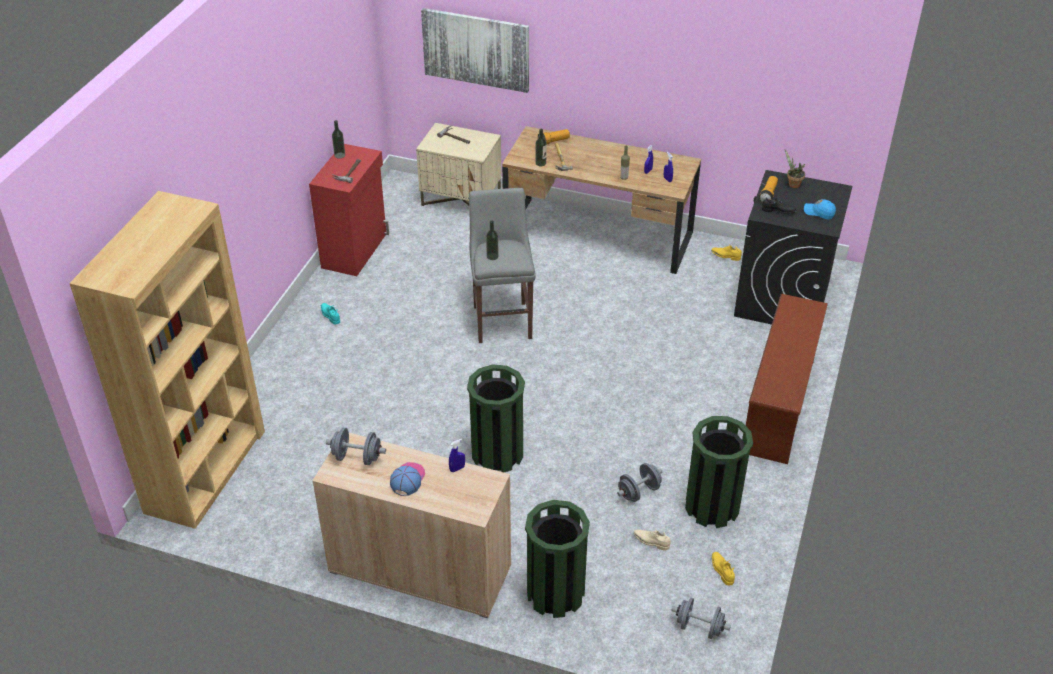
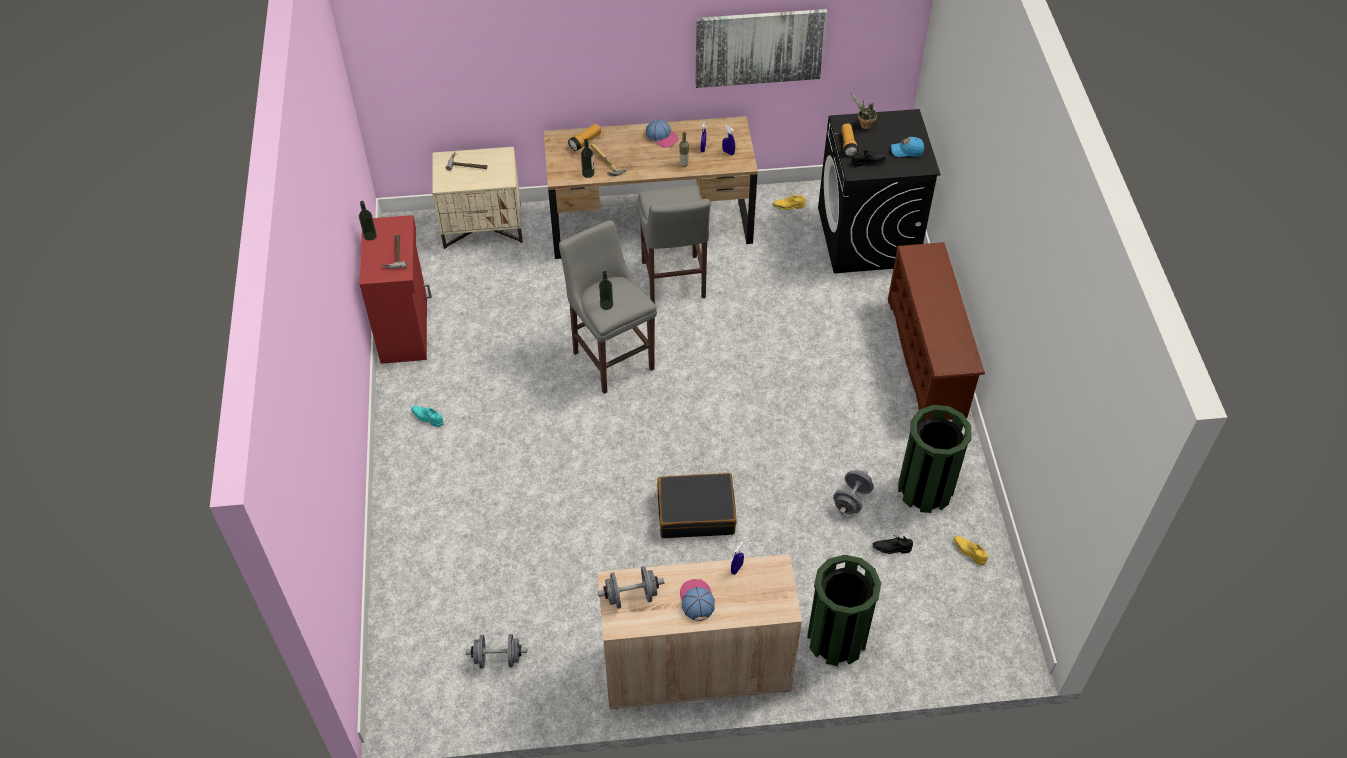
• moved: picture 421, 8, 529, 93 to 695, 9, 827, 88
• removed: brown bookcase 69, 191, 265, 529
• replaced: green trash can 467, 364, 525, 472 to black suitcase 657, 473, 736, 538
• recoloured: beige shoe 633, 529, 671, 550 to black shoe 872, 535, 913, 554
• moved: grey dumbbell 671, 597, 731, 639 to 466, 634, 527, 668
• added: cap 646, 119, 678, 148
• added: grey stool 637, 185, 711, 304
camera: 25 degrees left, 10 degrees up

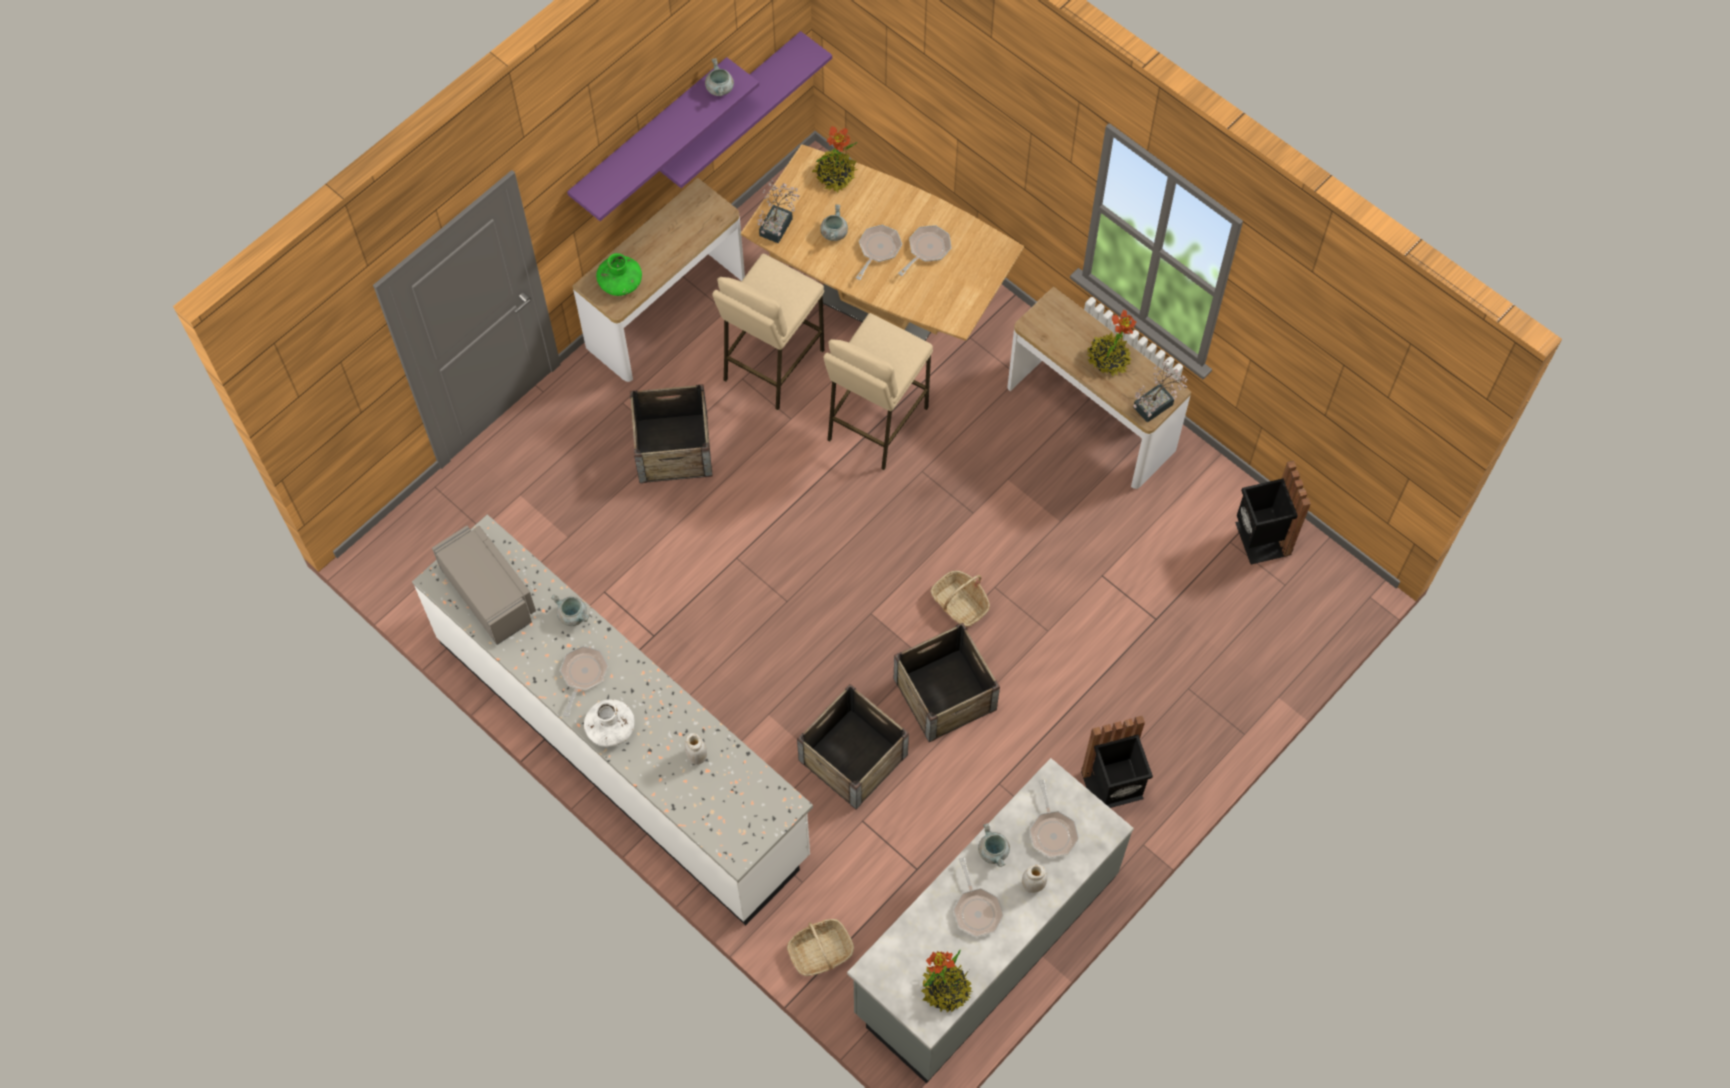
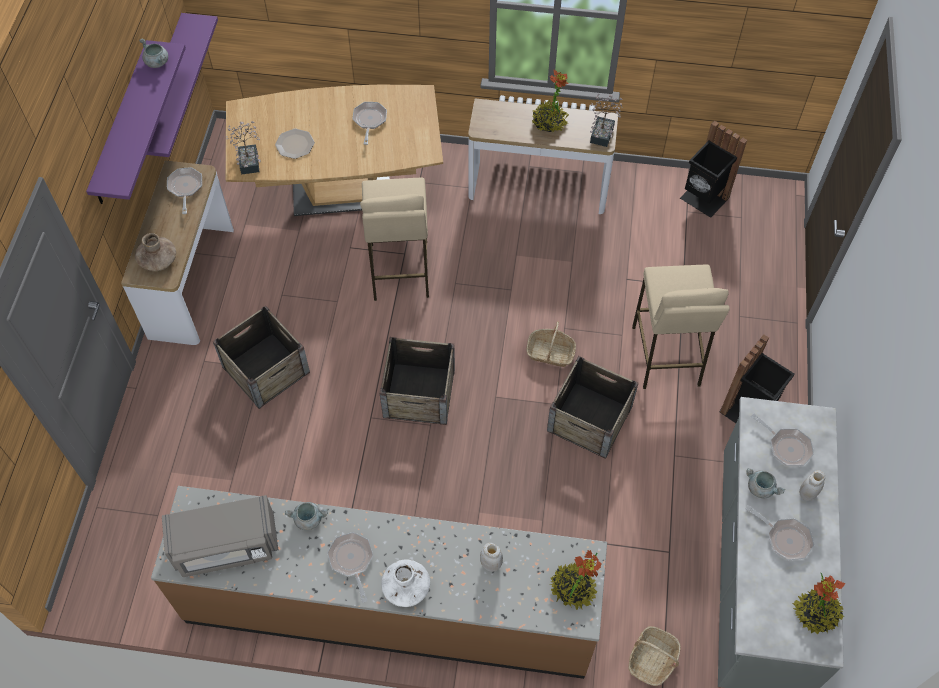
• moved: potted plant 812, 126, 858, 192 to 550, 550, 602, 610
• replaced: grey cooking pot 820, 204, 848, 241 to plate 275, 129, 315, 159
• moved: frying pan 856, 225, 902, 280 to 167, 167, 202, 214
• recoloured: green vase 596, 253, 642, 296 to brown vase 135, 233, 176, 271
• moved: beige stool 712, 254, 824, 410 to 632, 265, 730, 389
• recoloured: white counter 412, 514, 813, 925 to brown counter 151, 486, 607, 679
• turned: grey microwave 432, 526, 536, 645 = 162, 495, 278, 577 150 degrees clockwise
• moved: crate 797, 684, 909, 810 to 380, 337, 455, 425
camera: 35 degrees left, 5 degrees down

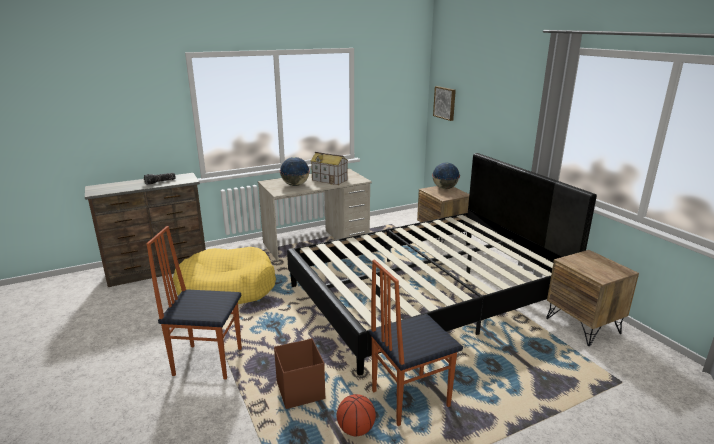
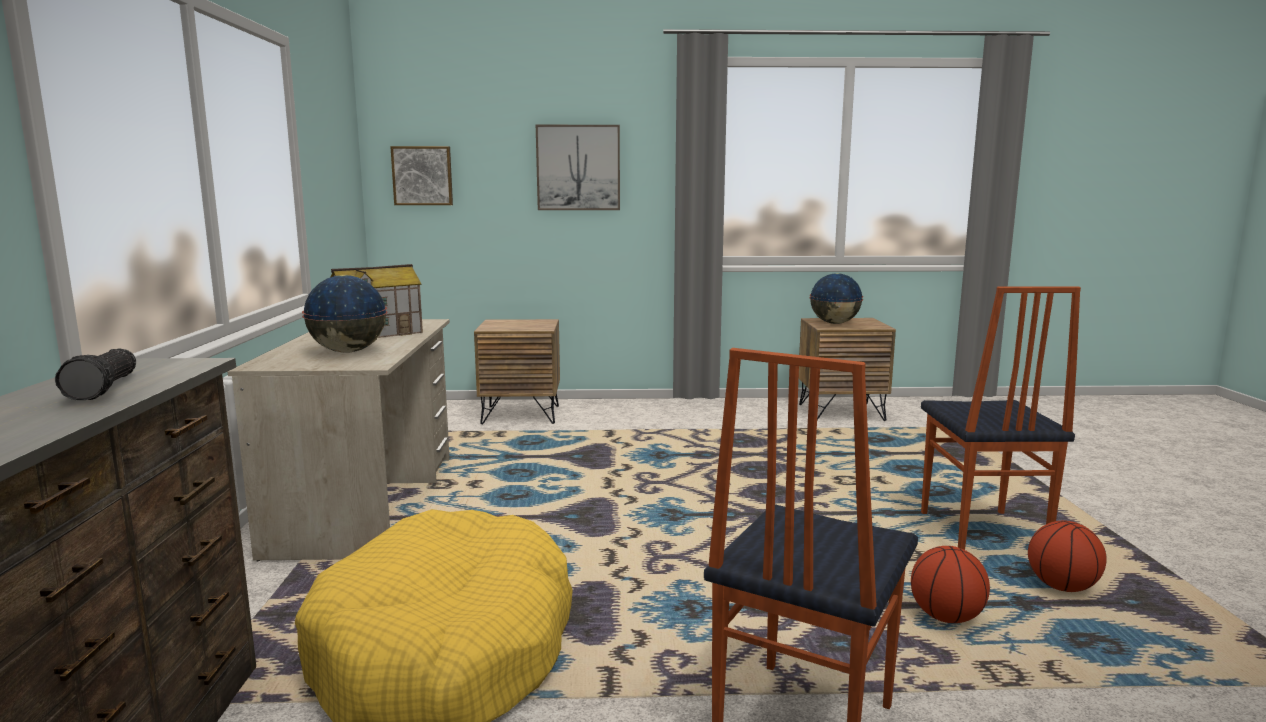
• removed: black bed 287, 153, 597, 375
• moved: globe 432, 163, 460, 189 to 810, 273, 863, 324
• replaced: brown storage box 274, 338, 325, 409 to basketball 911, 546, 990, 623
• added: picture 536, 125, 620, 210
camera: 65 degrees left, 10 degrees down

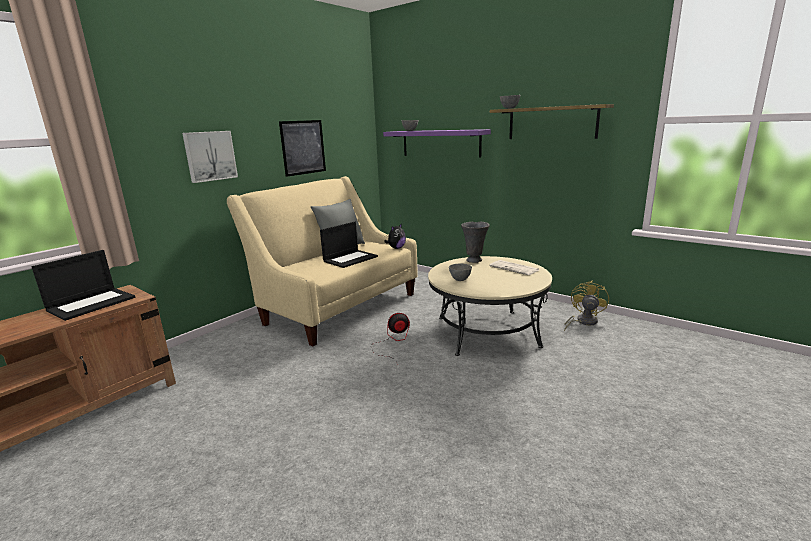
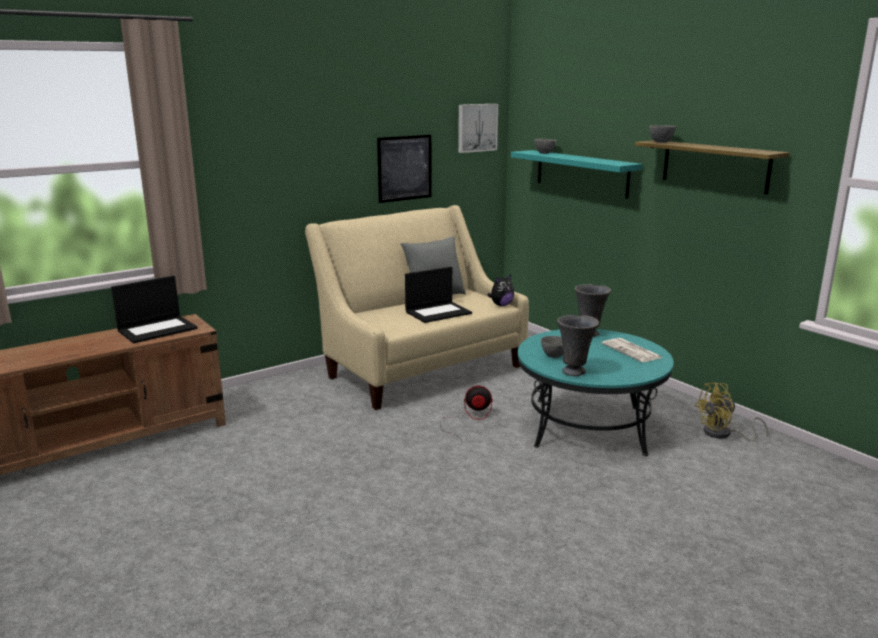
• recoloured: purple shelf 383, 129, 491, 158 to turquoise shelf 511, 150, 642, 199
• moved: picture 182, 131, 238, 183 to 458, 104, 498, 153
• recoloured: beige coffee table 428, 256, 552, 356 to turquoise coffee table 518, 329, 674, 456
• turned: yellow fan 564, 280, 609, 331 = 694, 382, 768, 442 150 degrees counterclockwise
• added: grey vase 557, 315, 599, 376
camera: 15 degrees right, 0 degrees up

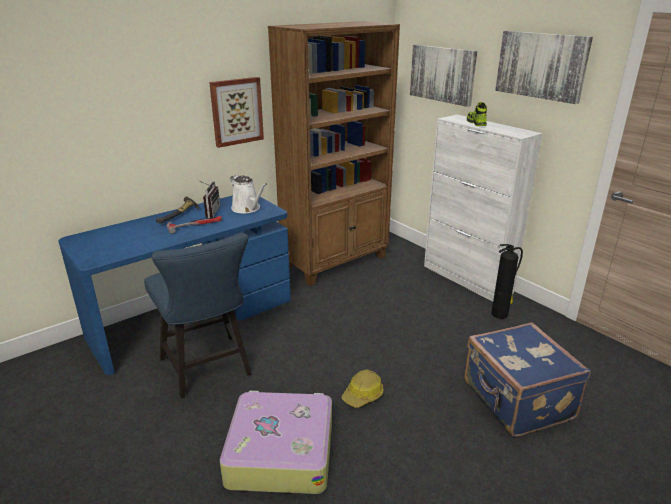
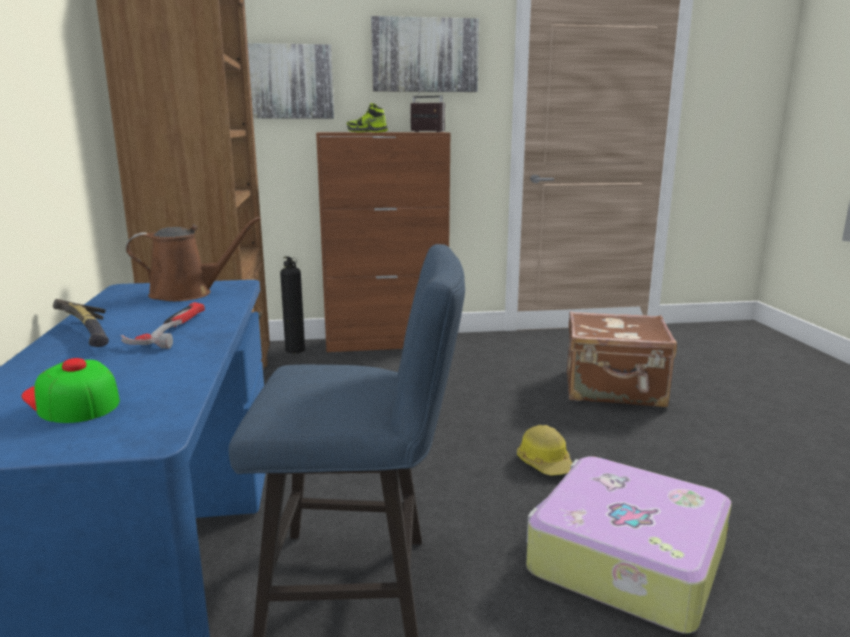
• removed: picture 209, 77, 264, 148
• recoloured: white cabinet 424, 115, 543, 302 to brown cabinet 316, 132, 451, 352
• recoloured: white watering can 230, 175, 267, 213 to brown watering can 126, 217, 261, 301
• moved: radio 197, 180, 220, 218 to 410, 86, 445, 132
• moved: fire extinguisher 491, 244, 523, 319 to 280, 257, 305, 353
• recoloured: blue suitcase 464, 322, 590, 437 to brown suitcase 567, 311, 677, 407
• added: cap 22, 358, 120, 423
camera: 60 degrees left, 10 degrees down

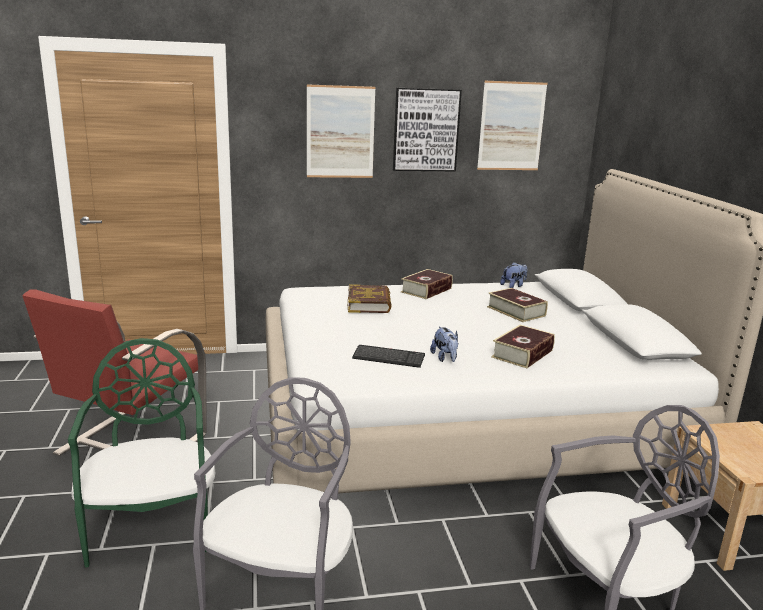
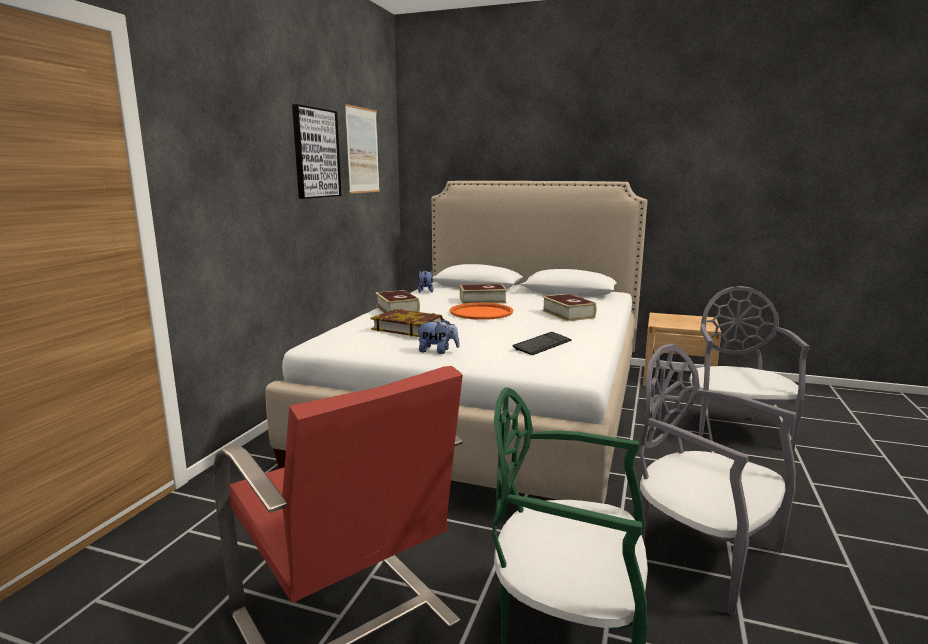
• removed: picture 307, 85, 376, 178
• moved: plush toy 430, 326, 458, 362 to 416, 319, 460, 354
• added: orange tray 450, 303, 513, 320
camera: 60 degrees left, 5 degrees down

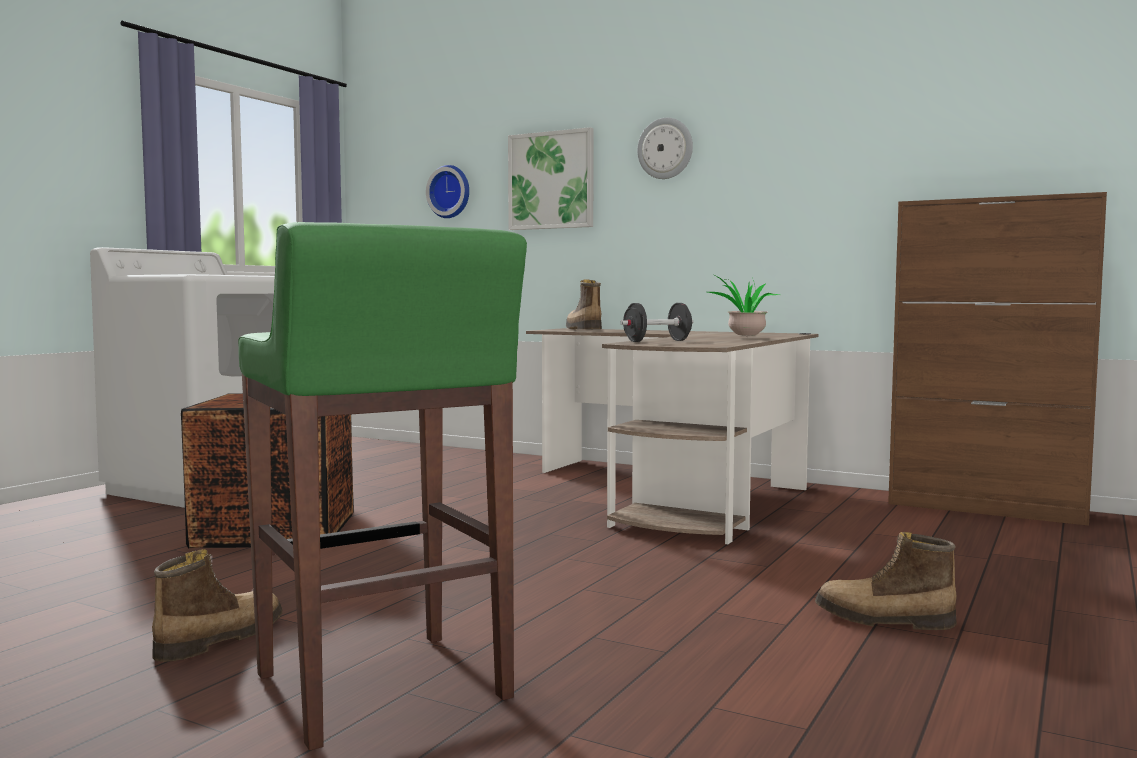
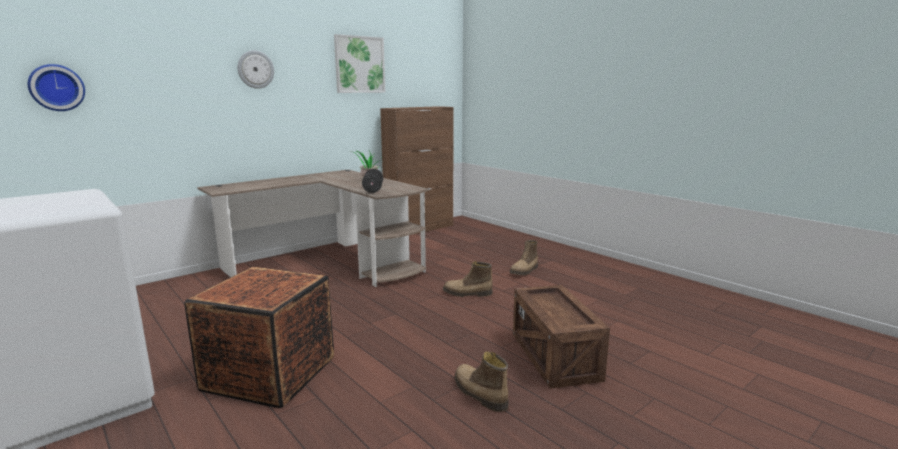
• moved: picture 508, 127, 594, 230 to 334, 34, 385, 93
• replaced: green stool 238, 222, 527, 750 to crate 513, 285, 610, 388
• moved: boot 566, 279, 602, 330 to 443, 261, 493, 297
camera: 70 degrees left, 10 degrees up

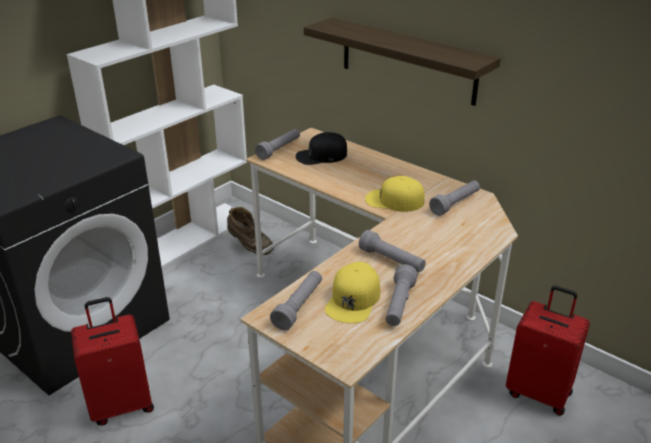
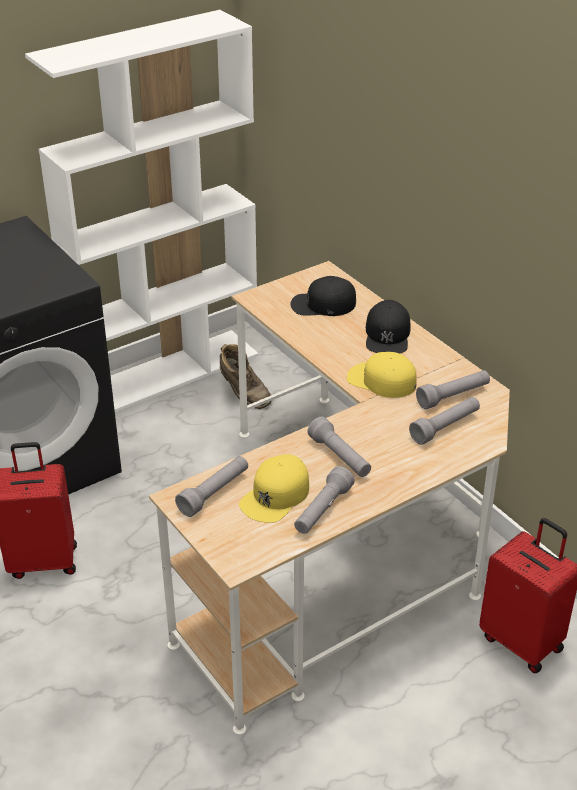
• removed: shelf 304, 18, 501, 106
• moved: grey flashlight 255, 129, 300, 160 to 409, 397, 480, 445
• added: black cap 366, 300, 410, 354
camera: 15 degrees right, 5 degrees up

